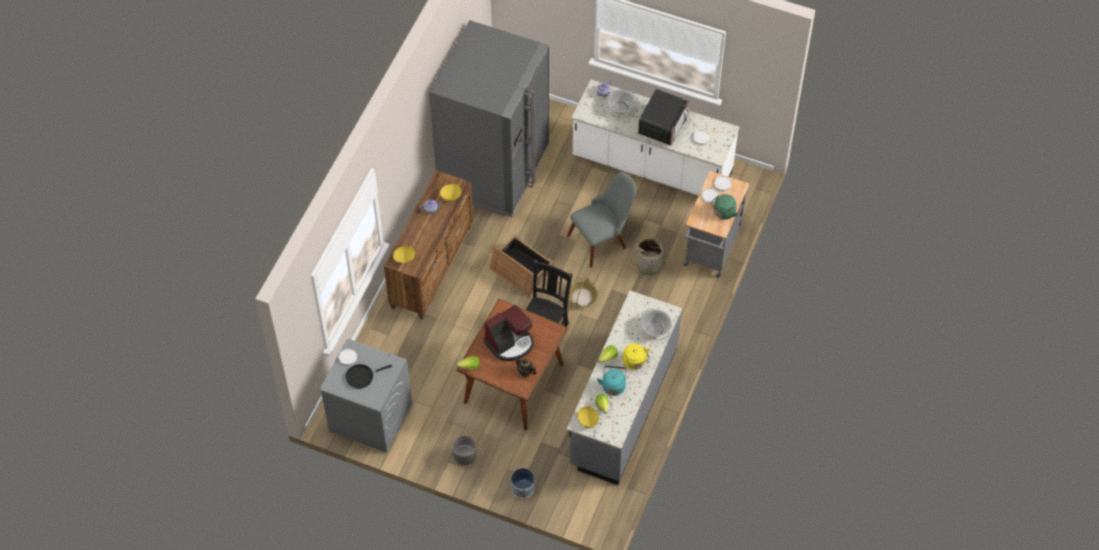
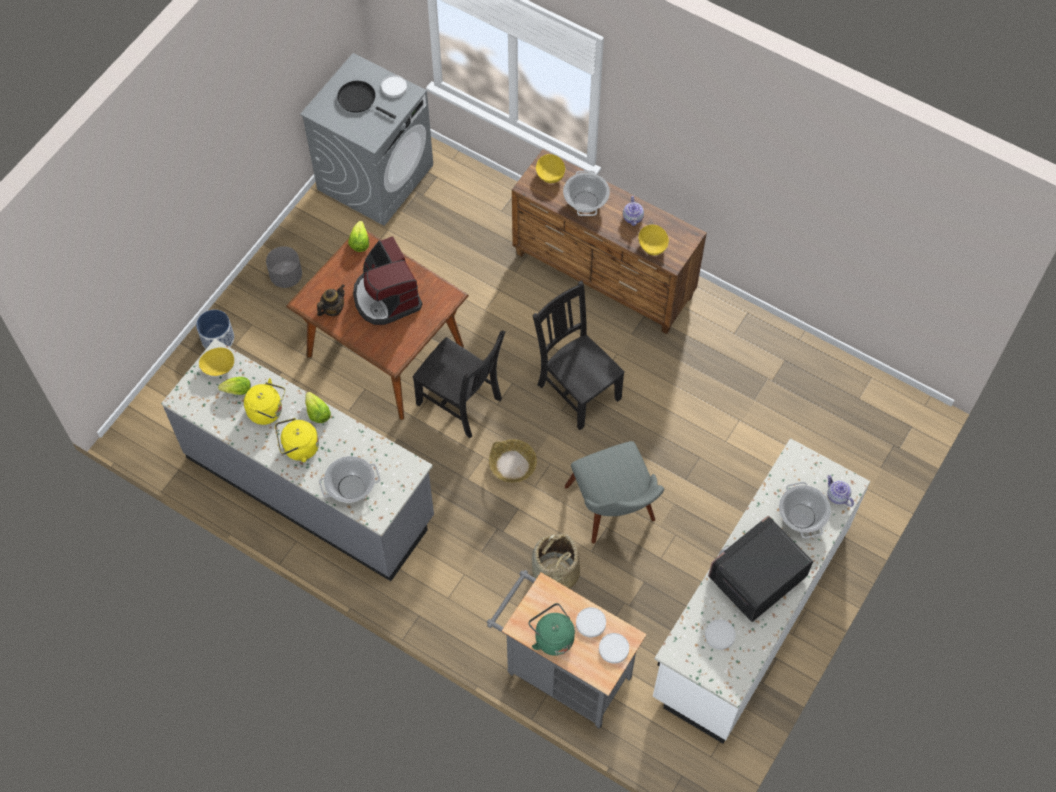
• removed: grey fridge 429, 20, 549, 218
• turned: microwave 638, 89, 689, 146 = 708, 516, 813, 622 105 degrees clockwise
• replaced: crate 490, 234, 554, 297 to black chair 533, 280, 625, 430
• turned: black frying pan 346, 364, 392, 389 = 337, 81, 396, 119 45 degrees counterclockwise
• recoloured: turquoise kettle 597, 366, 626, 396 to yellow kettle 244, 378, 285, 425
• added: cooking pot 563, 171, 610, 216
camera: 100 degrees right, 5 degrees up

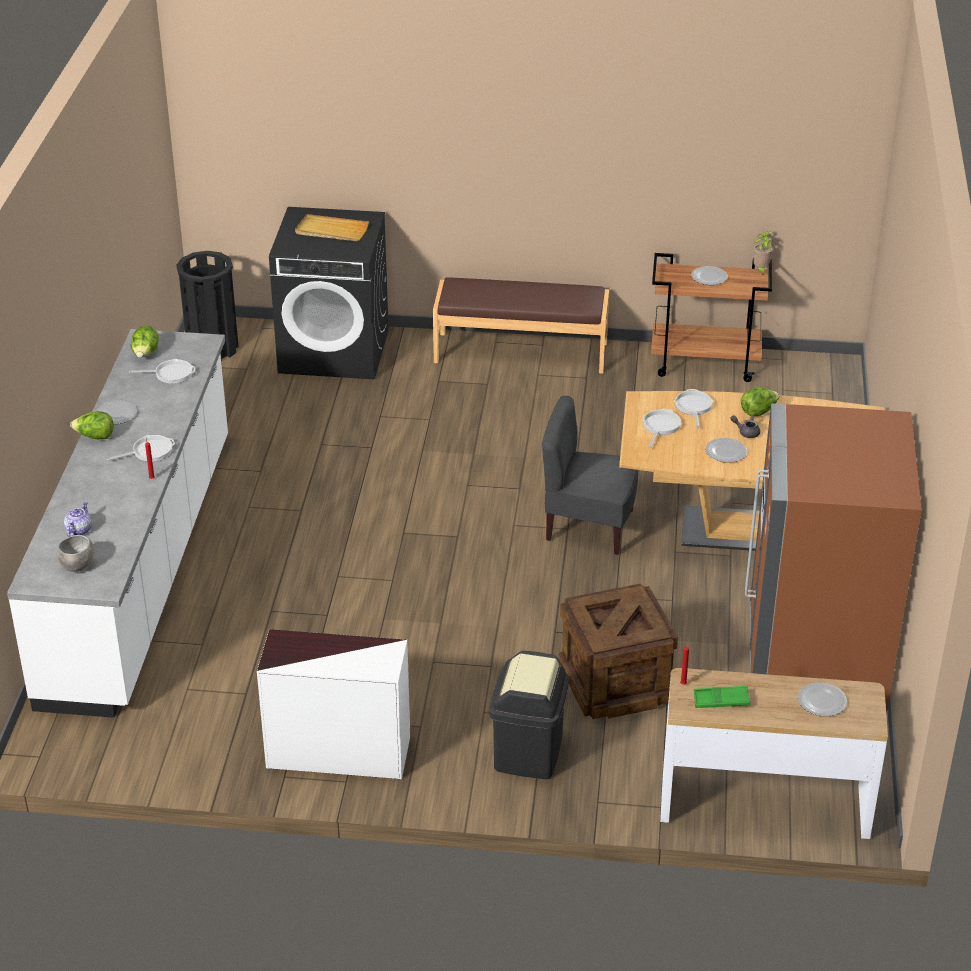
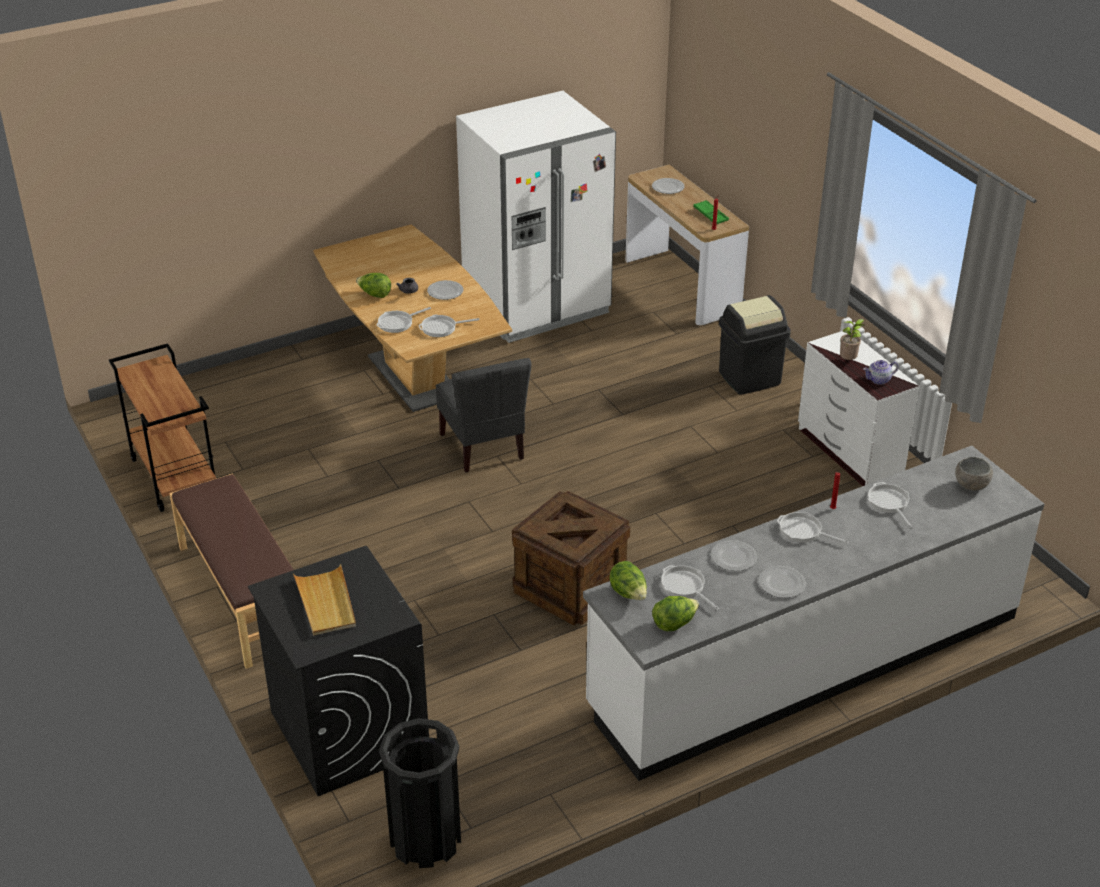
• moved: potted plant 753, 231, 773, 276 to 840, 319, 864, 360
• moved: plate 691, 266, 728, 285 to 711, 540, 757, 571
• recoloured: brown fridge 745, 403, 921, 715 to white fridge 456, 91, 616, 343
• moved: lettuce 70, 411, 113, 439 to 609, 561, 647, 600
• moved: teapot 64, 501, 92, 537 to 863, 360, 898, 385
• moved: crate 559, 583, 678, 719 to 512, 491, 630, 626
• added: frying pan 868, 482, 913, 529
camera: 125 degrees left, 0 degrees up

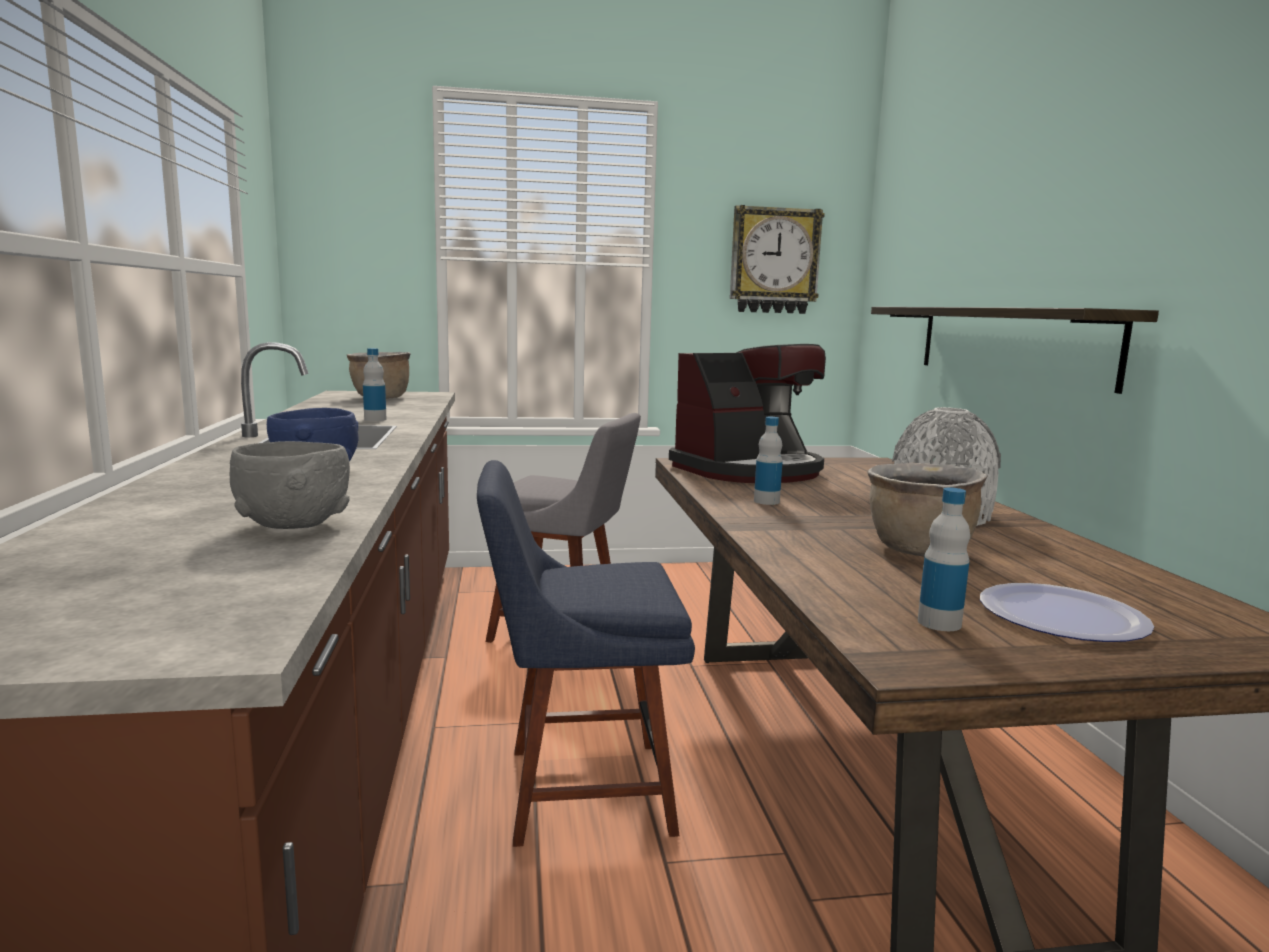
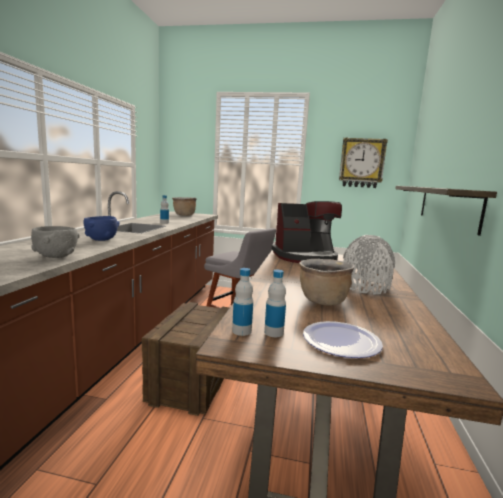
• moved: bottle 754, 417, 783, 505 to 232, 268, 253, 336
• replaced: blue chair 477, 460, 695, 847 to crate 142, 302, 230, 416
camera: 20 degrees right, 0 degrees up

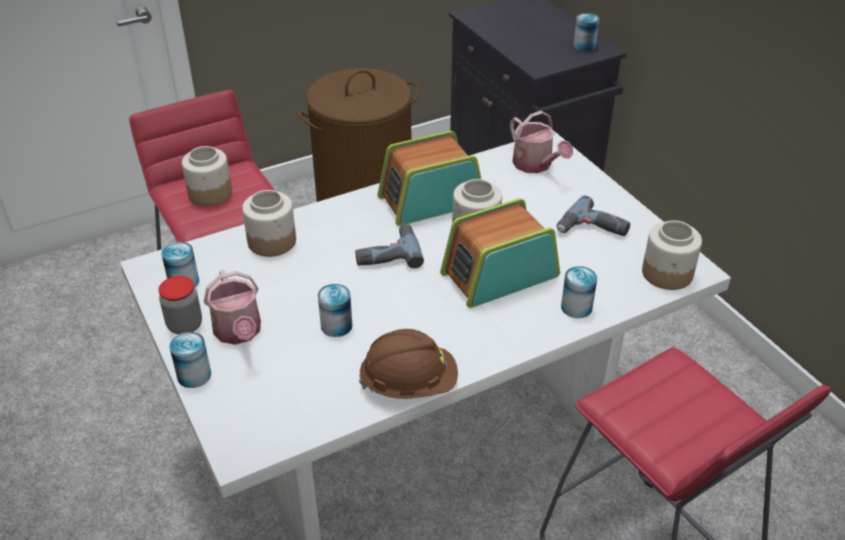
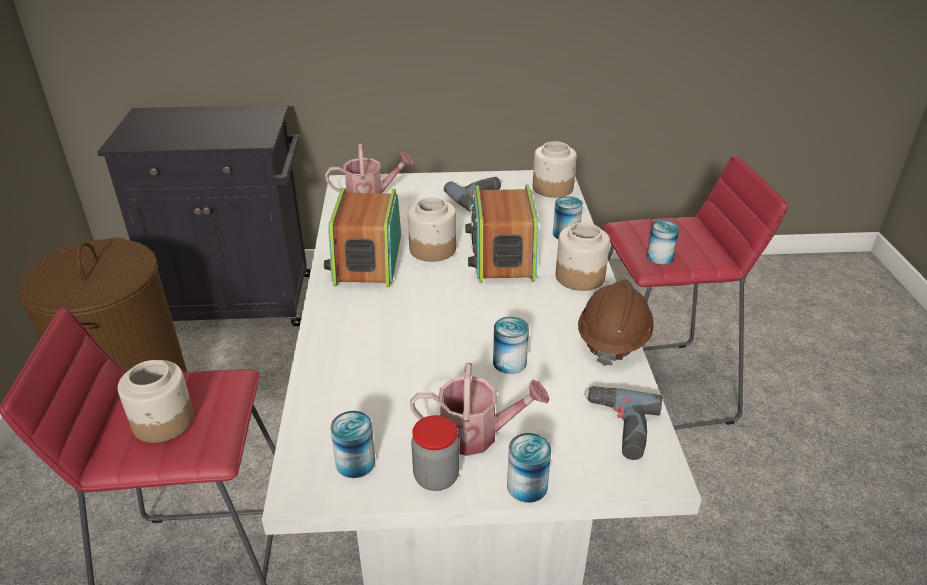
• moved: can 573, 13, 599, 51 to 647, 220, 679, 264
• moved: jar 242, 190, 296, 257 to 556, 223, 610, 291
• moved: power drill 355, 224, 424, 268 to 584, 386, 662, 460
camera: 65 degrees left, 5 degrees down

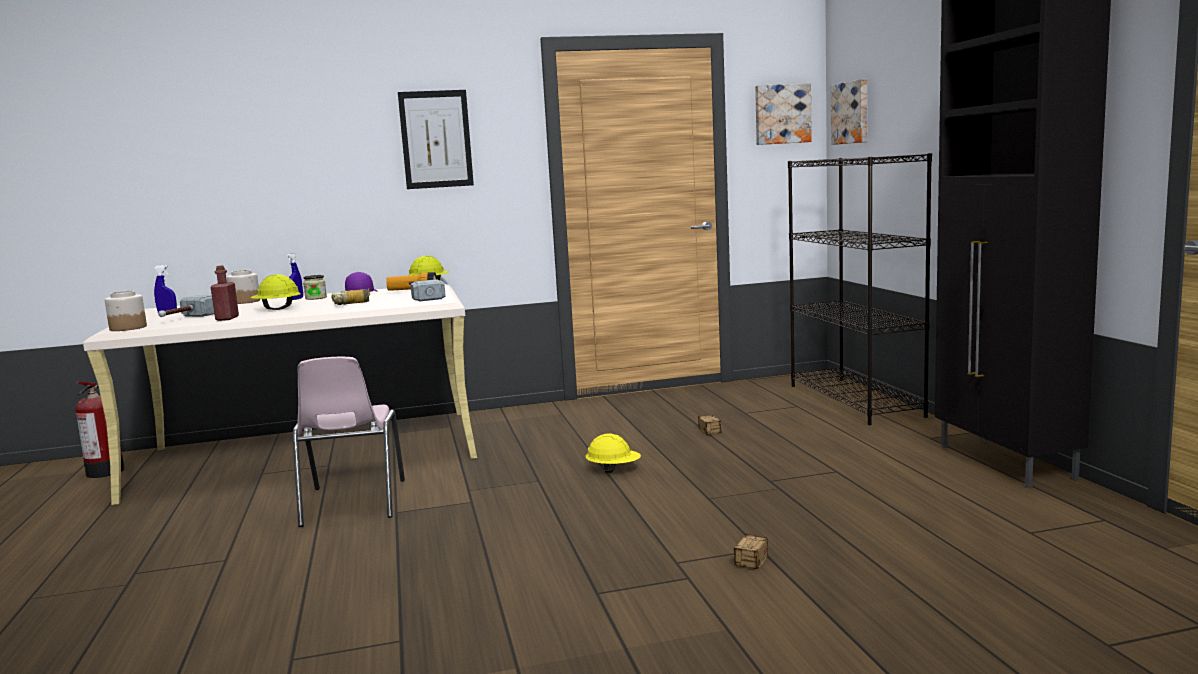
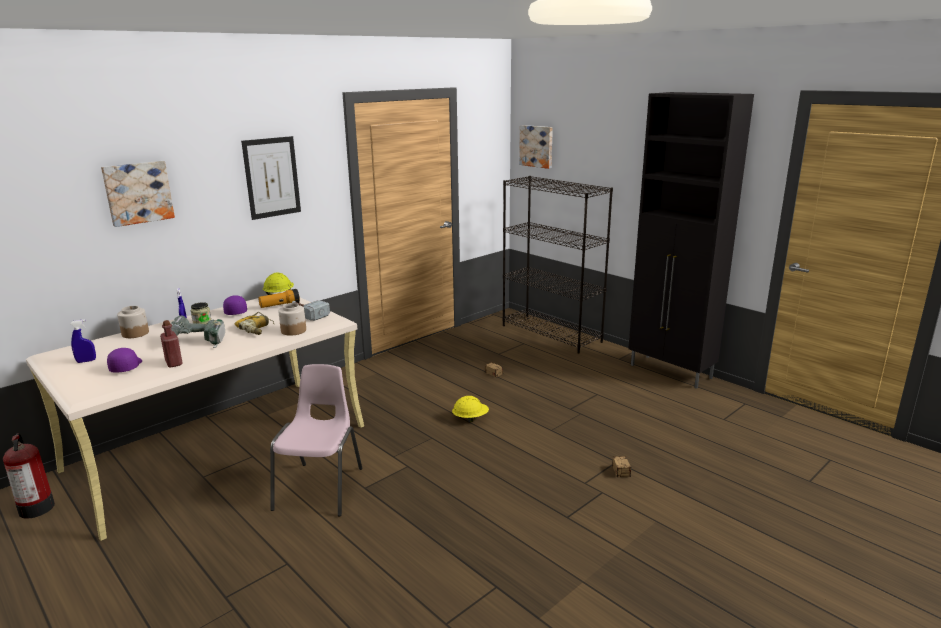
• moved: picture 755, 83, 812, 145 to 101, 161, 175, 227
• replaced: yellow hard hat 251, 274, 301, 310 to power drill 171, 315, 225, 348
• moved: jar 105, 290, 147, 331 to 278, 303, 306, 336
• replaced: hammer 158, 295, 214, 317 to purple cap 107, 348, 142, 372
• turned: pink chair 293, 357, 405, 527 = 270, 364, 362, 516 135 degrees counterclockwise
camera: 30 degrees left, 10 degrees up

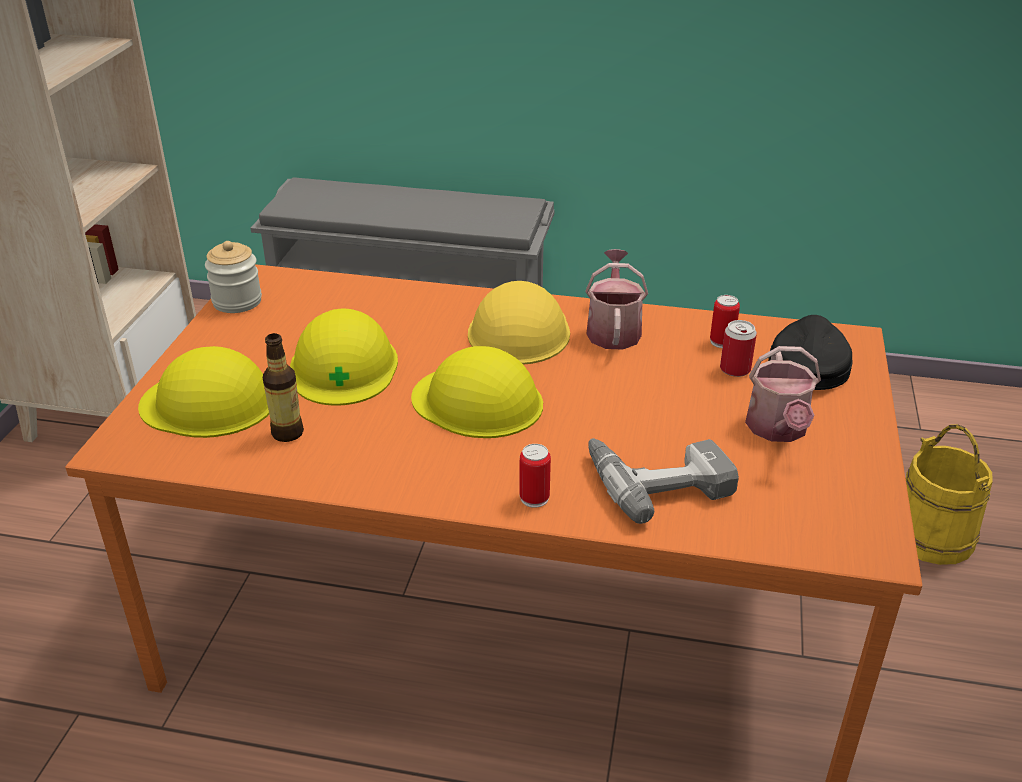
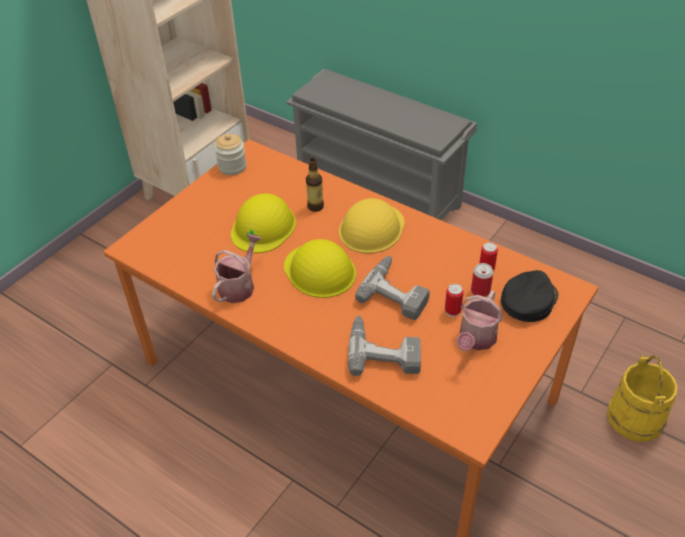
• moved: watering can 586, 249, 648, 350 to 212, 234, 262, 303
• moved: bottle 263, 333, 304, 442 to 306, 158, 324, 212
• removed: yellow hard hat 138, 346, 269, 438
• moved: can 519, 444, 551, 508 to 445, 284, 464, 317
• added: power drill 355, 256, 430, 320
camera: 25 degrees right, 10 degrees up

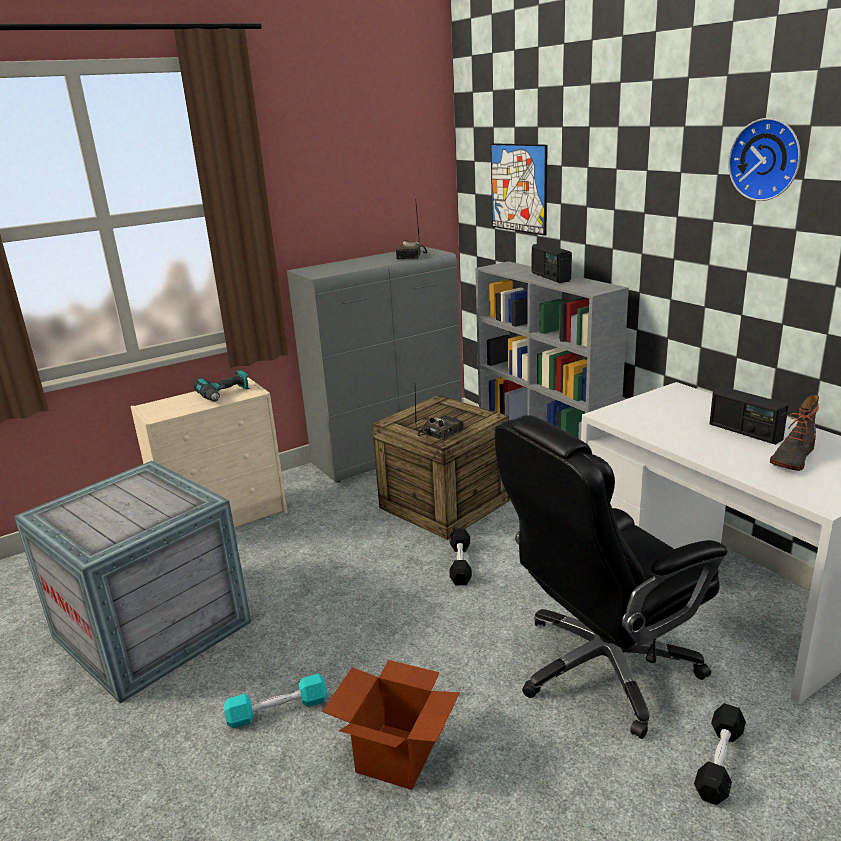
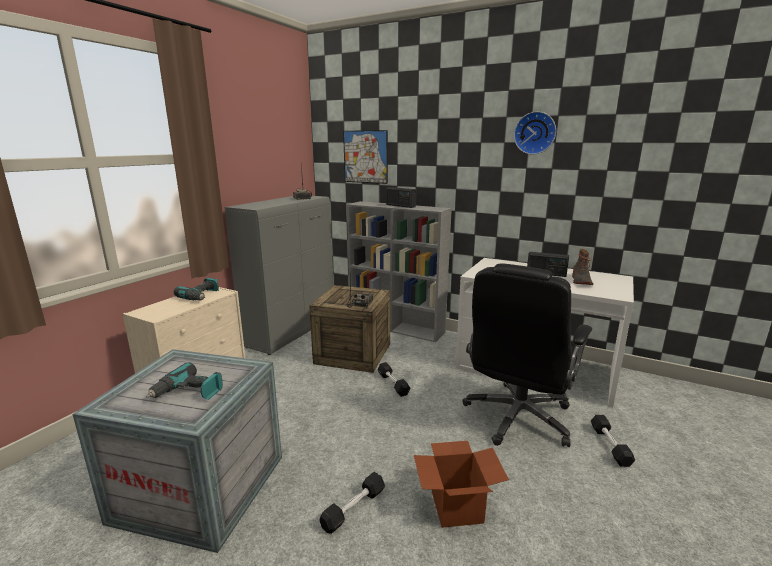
• recoloured: turquoise dumbbell 224, 674, 327, 728 to black dumbbell 319, 472, 385, 534
• added: power drill 146, 363, 223, 400
camera: 30 degrees left, 5 degrees down

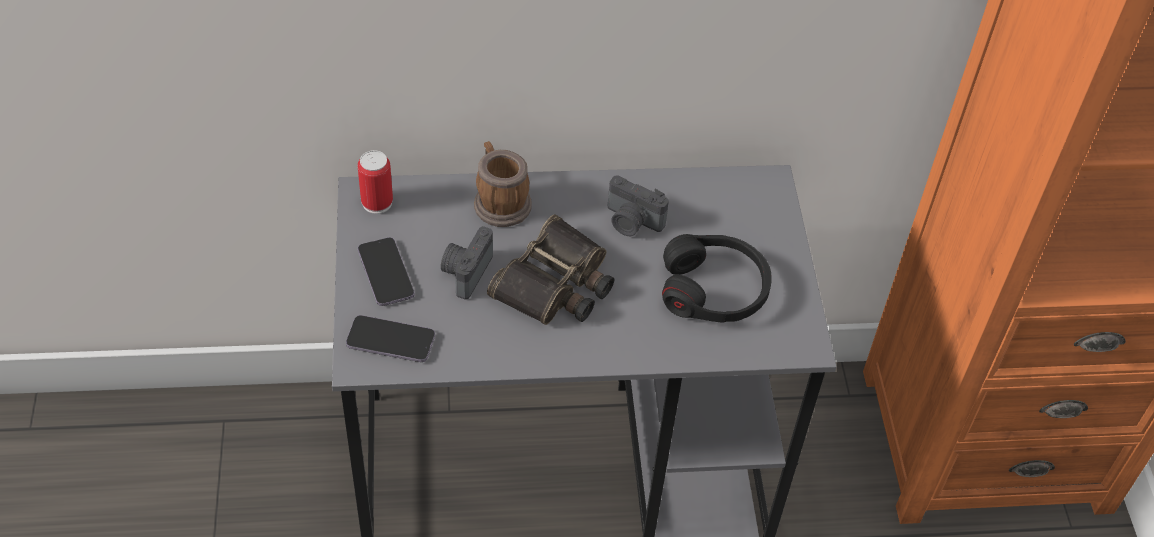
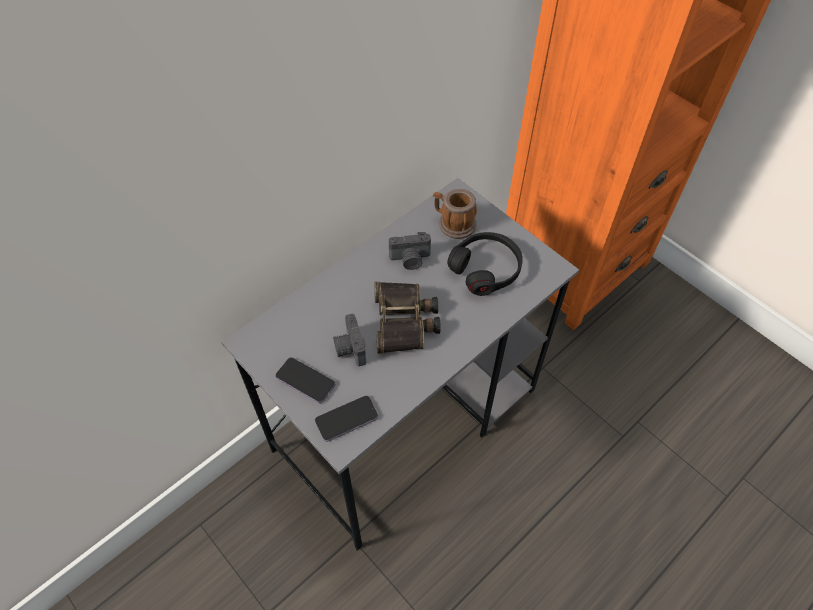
• moved: mug 474, 141, 532, 227 to 433, 189, 477, 239
• removed: can 358, 150, 393, 214
camera: 35 degrees left, 5 degrees up

